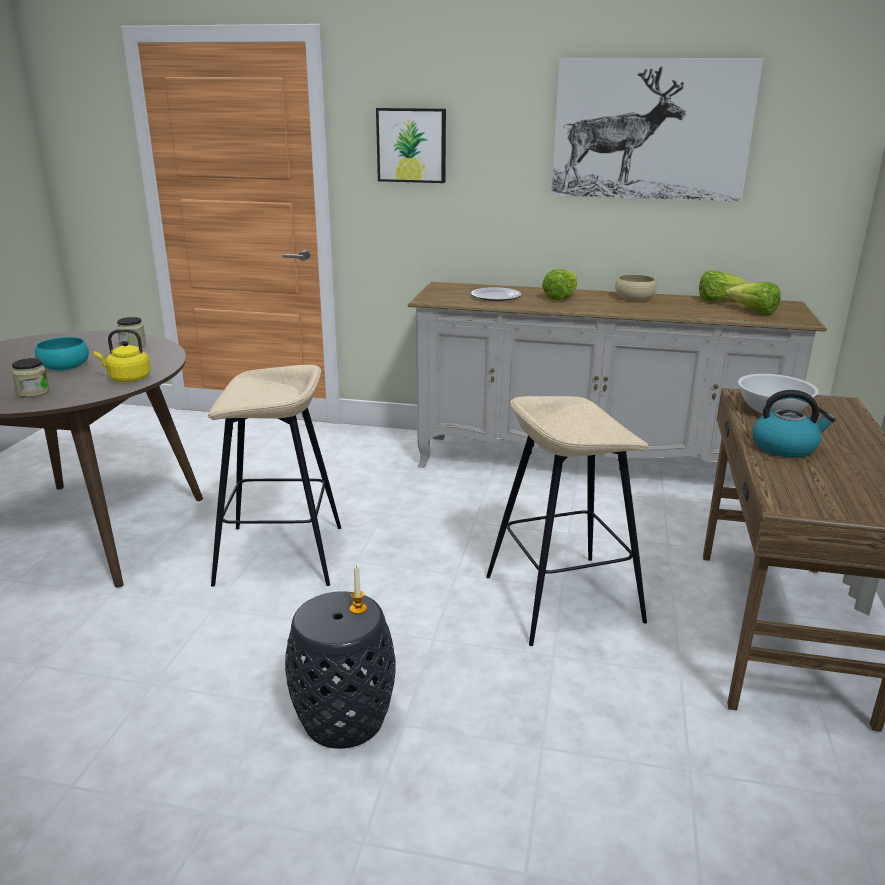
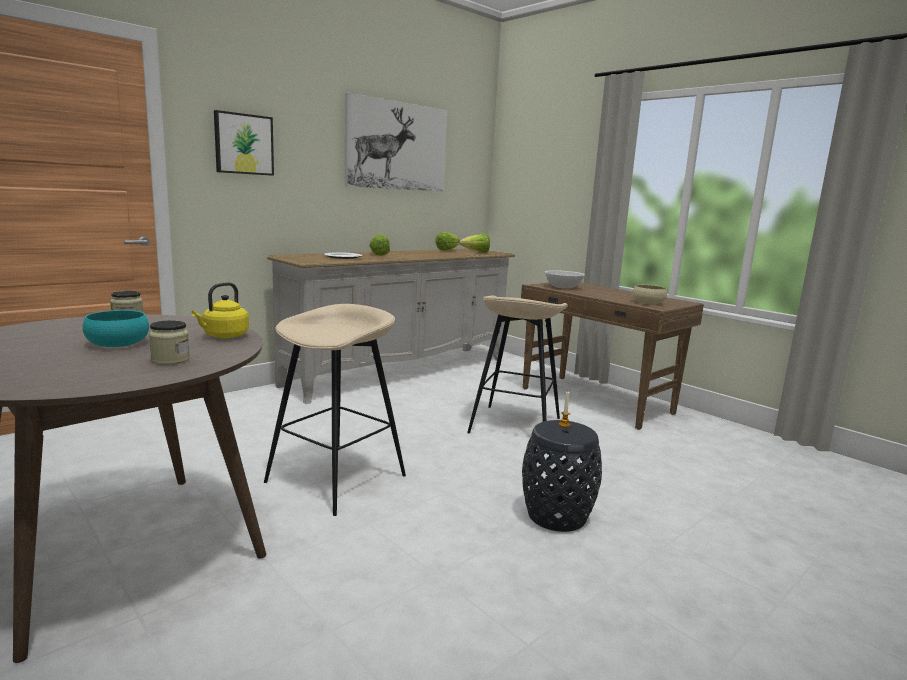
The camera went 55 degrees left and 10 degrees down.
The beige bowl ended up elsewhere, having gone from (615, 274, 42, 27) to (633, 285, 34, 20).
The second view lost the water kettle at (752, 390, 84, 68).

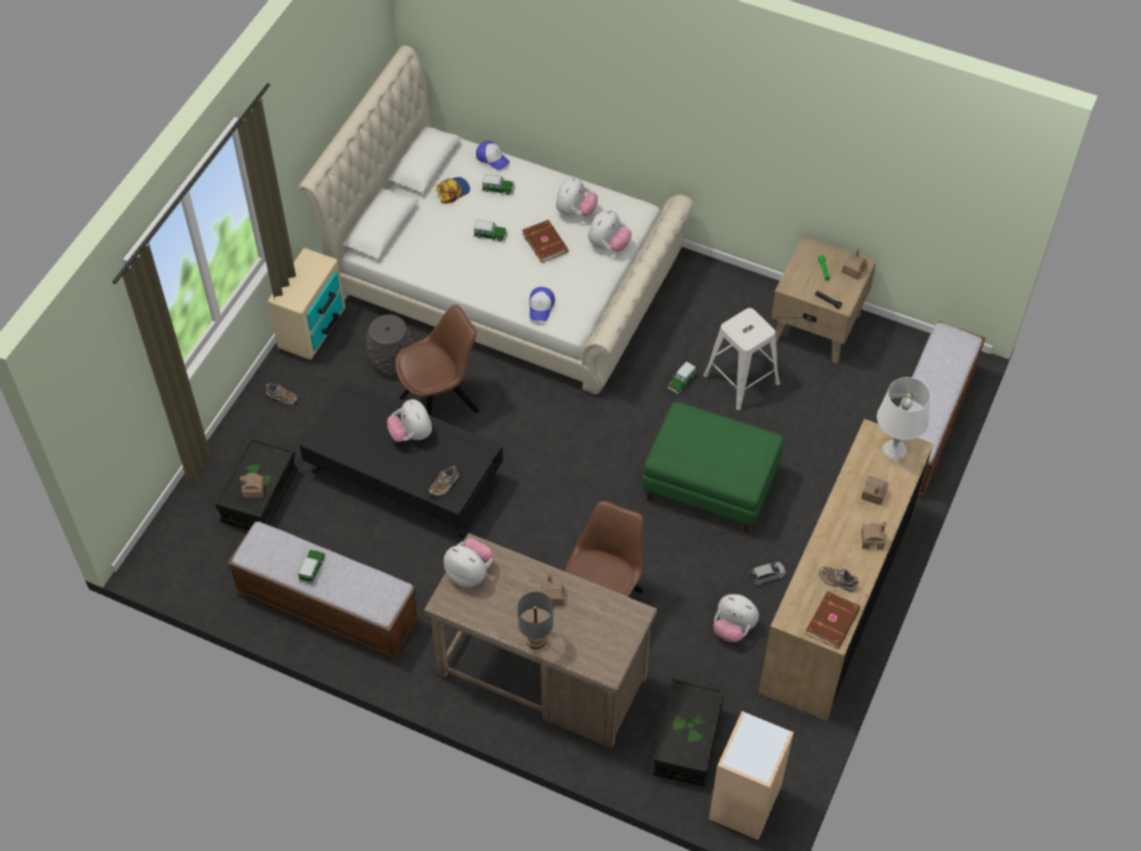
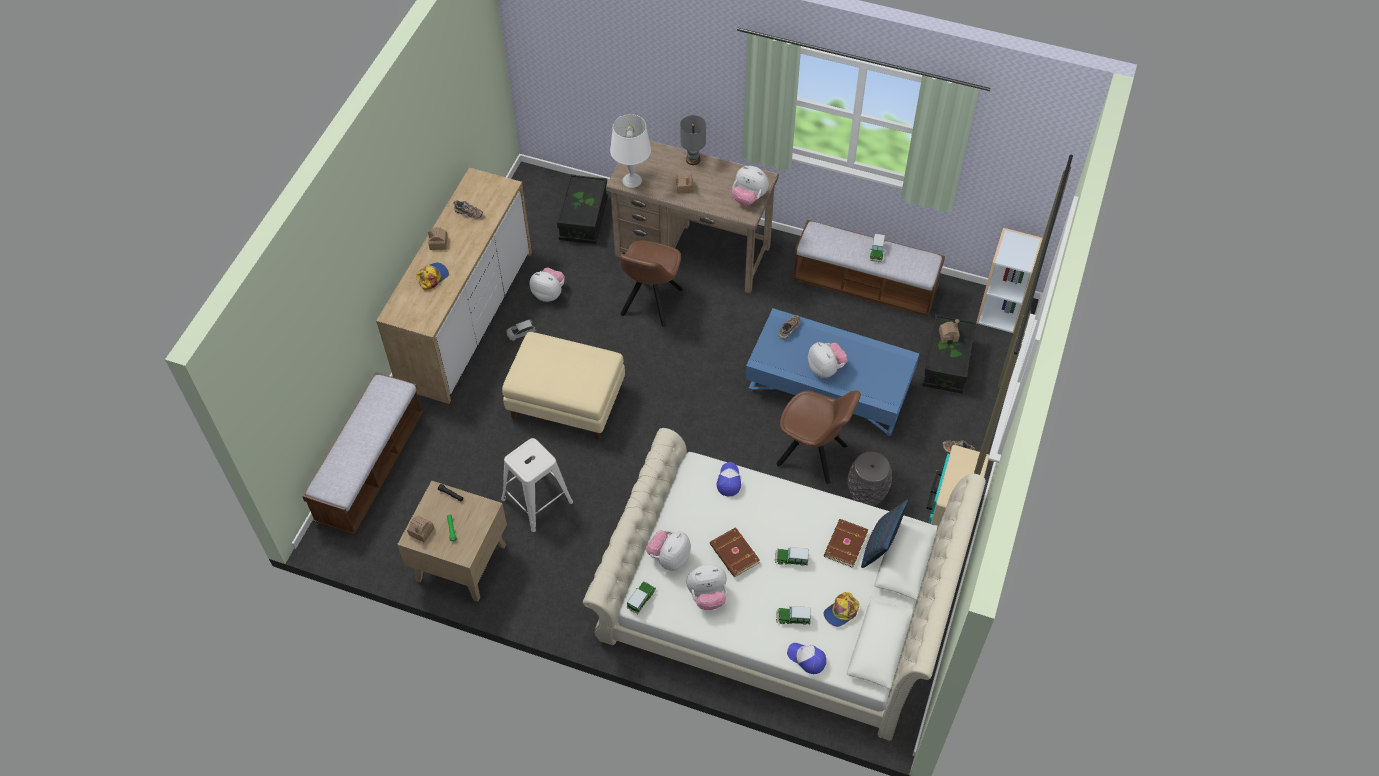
The camera went 175 degrees right and 0 degrees up.
What was the black-coloured coffee table at (300, 380, 203, 158) turned into the bluish coffee table at (745, 308, 174, 128).
The brownish plain chair at (395, 305, 84, 111) ended up facing another way, 120 degrees counterclockwise from before.
The soft toy at (556, 176, 42, 40) ended up facing another way, 120 degrees counterclockwise from before.
What was the greenish pouffe at (642, 402, 142, 131) turned into the beige pouffe at (502, 332, 123, 108).
The toy car ended up elsewhere, having gone from (667, 361, 29, 33) to (627, 582, 29, 32).
The bookshelf ended up elsewhere, having gone from (709, 711, 85, 129) to (976, 228, 67, 105).
The brownish book ended up elsewhere, having gone from (805, 591, 55, 58) to (824, 519, 44, 49).
Where the toy house stood at (861, 476, 27, 29), the peaked cap came to stand at (416, 262, 33, 28).
The white-coloured lamp for a table ended up elsewhere, having gone from (877, 377, 54, 83) to (610, 114, 41, 74).
The second view gained the bluish throw pillow at (861, 500, 48, 68).

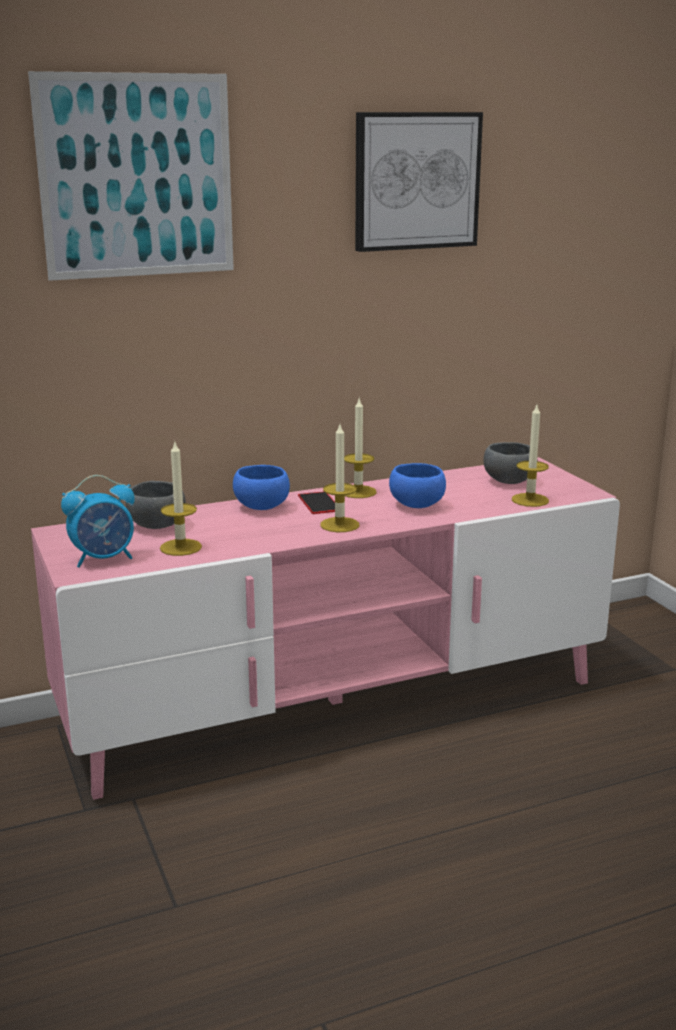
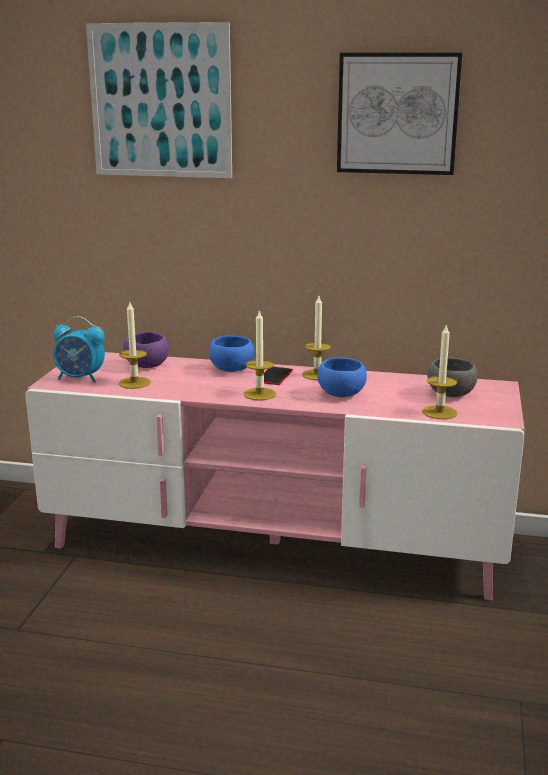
The camera went 35 degrees right and 0 degrees up.
What was the grey bowl at (126, 481, 60, 48) turned into the purple-coloured bowl at (123, 332, 46, 36).

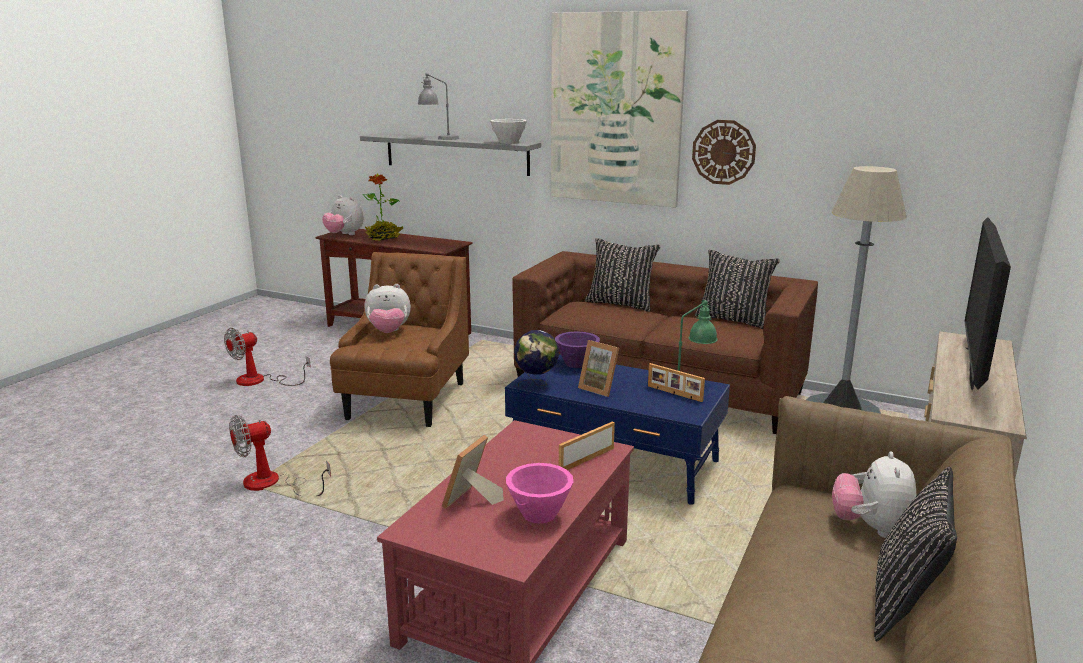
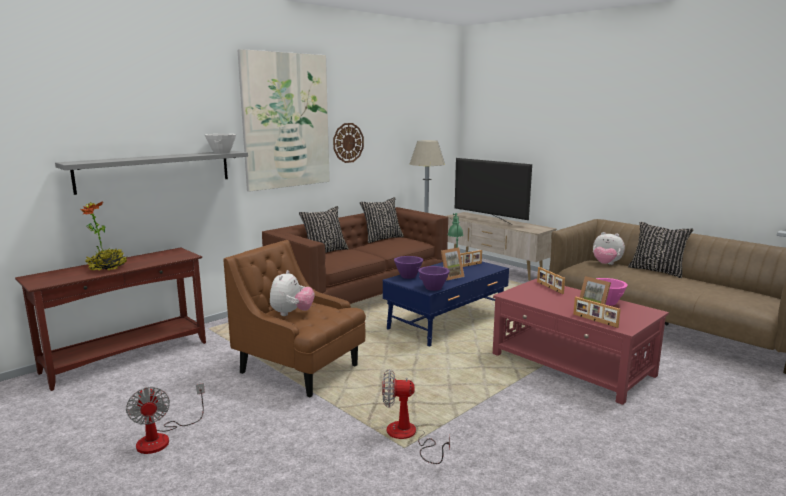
The camera went 70 degrees left and 5 degrees down.
The cooling fan at (229, 415, 102, 81) ended up facing another way, 105 degrees clockwise from before.
The second view lost the soft toy at (322, 195, 42, 40).
The second view lost the grey lamp for a table at (418, 73, 41, 67).
Where the globe stood at (514, 330, 45, 56), the purple-coloured bowl came to stand at (418, 266, 32, 25).
The second view gained the photo frame at (573, 297, 48, 31).

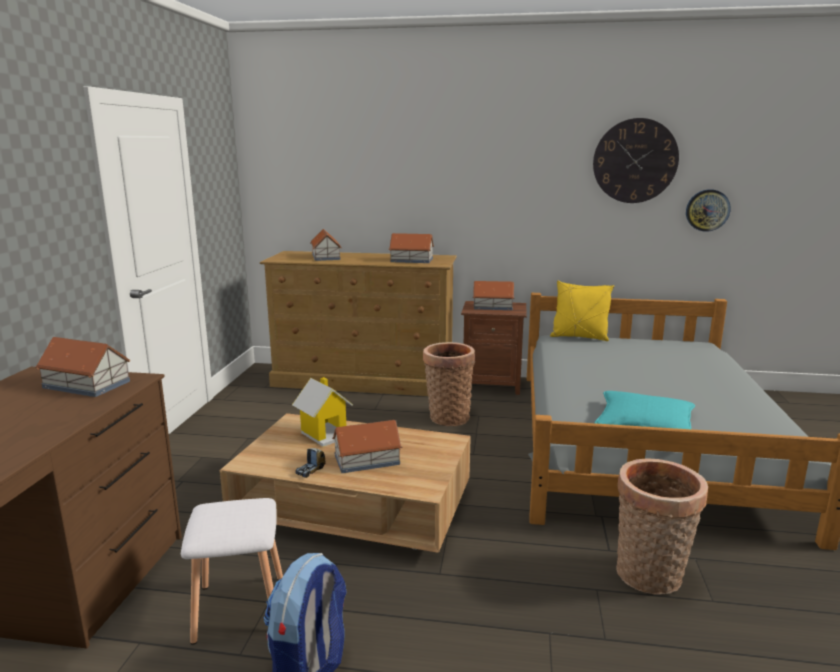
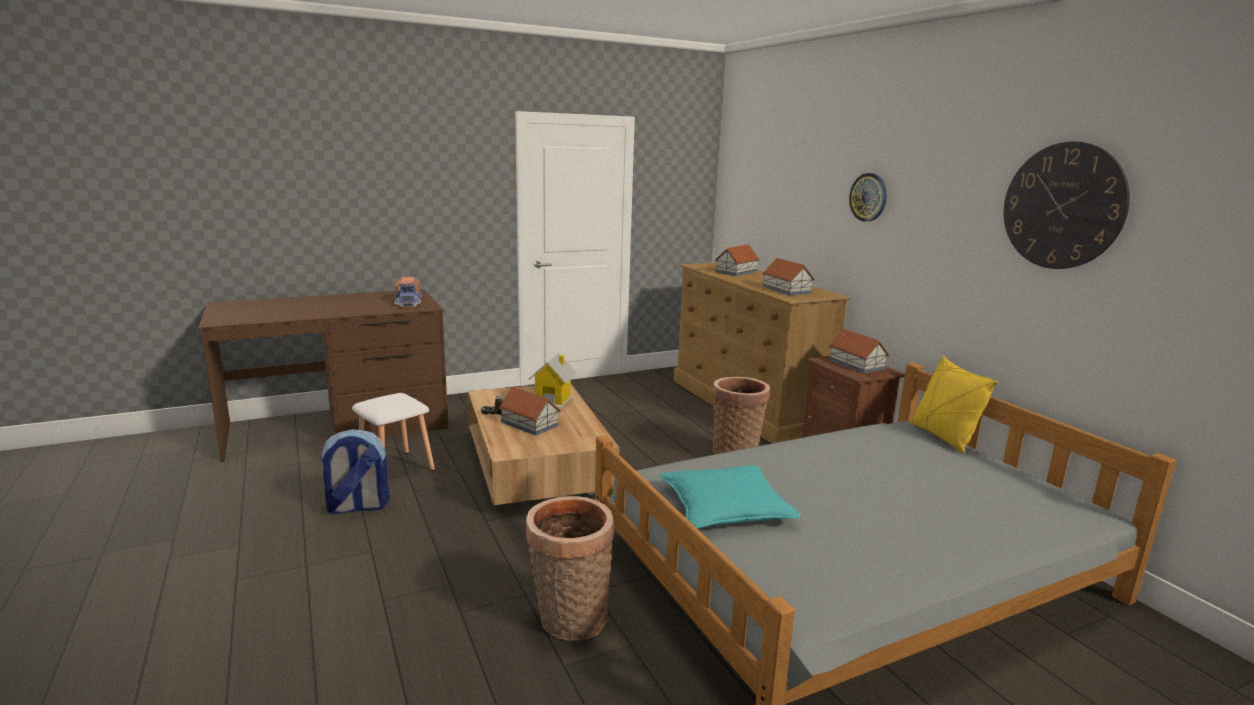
The camera went 55 degrees right and 0 degrees up.
Where the toy house stood at (35, 337, 95, 60), the toy truck came to stand at (395, 277, 27, 30).
The wall clock ended up elsewhere, having gone from (686, 189, 45, 43) to (849, 173, 38, 49).

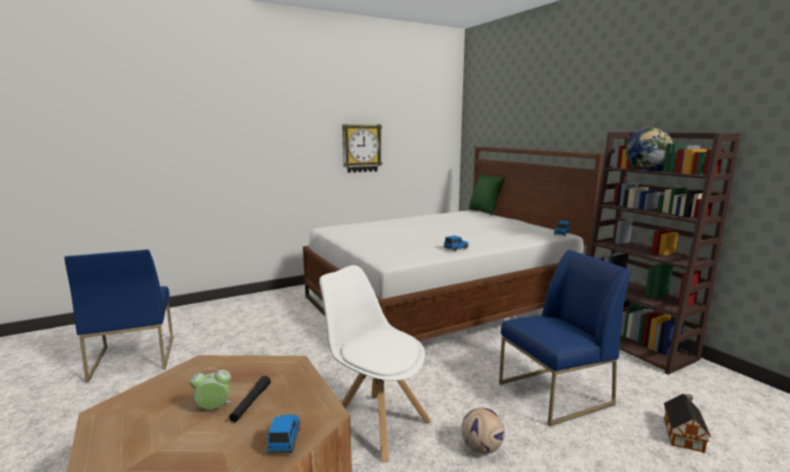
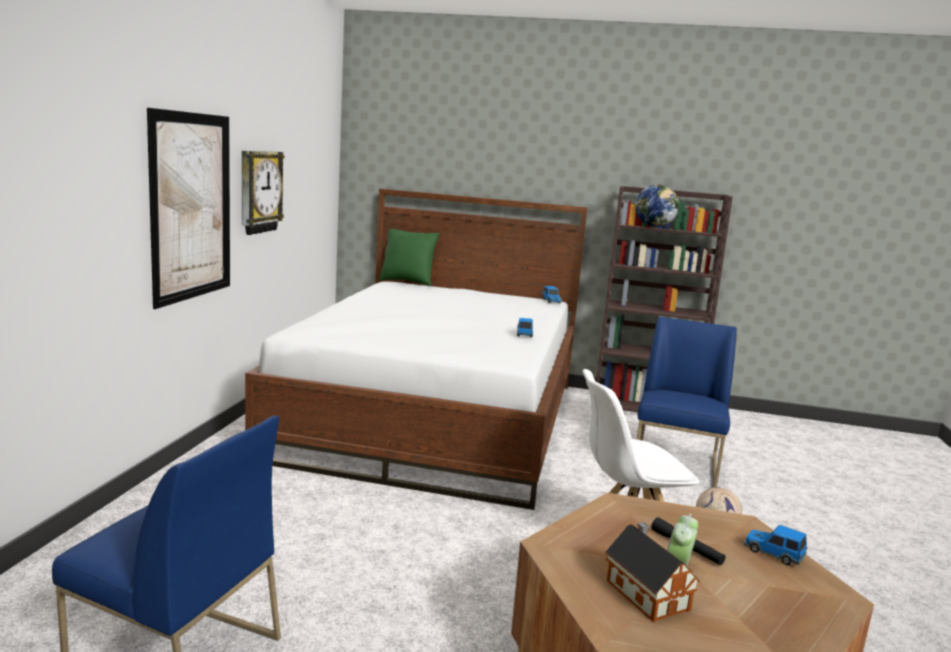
The camera went 50 degrees left and 0 degrees up.
The toy house ended up elsewhere, having gone from (664, 394, 47, 59) to (605, 522, 95, 100).
The second view gained the wall picture at (147, 108, 83, 201).

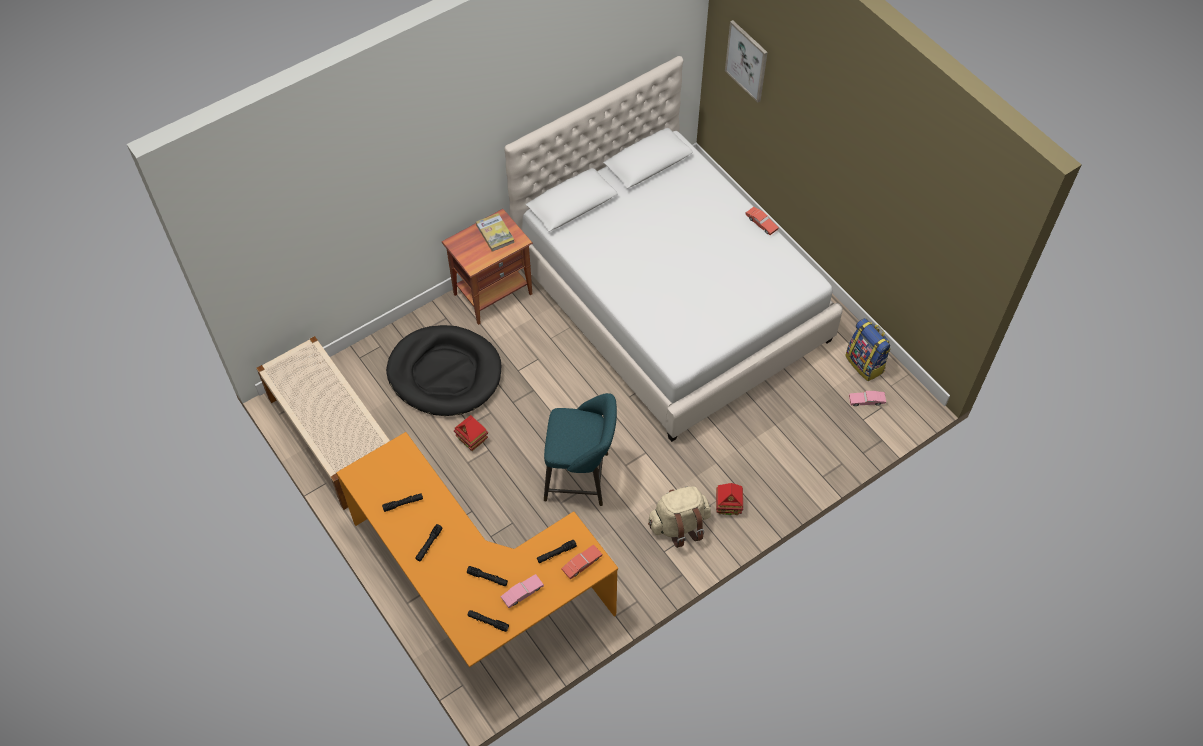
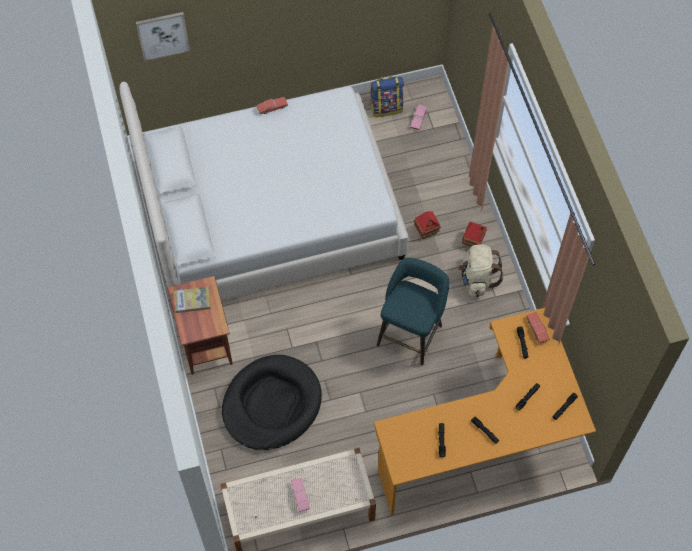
The camera went 70 degrees left and 5 degrees up.
The toy house ended up elsewhere, having gone from (454, 415, 34, 36) to (414, 211, 27, 28).
The pink-coloured toy car ended up elsewhere, having gone from (501, 574, 43, 34) to (291, 477, 19, 35).

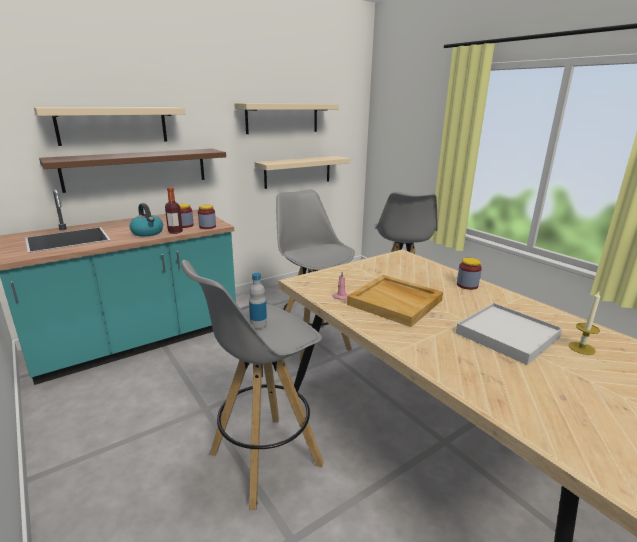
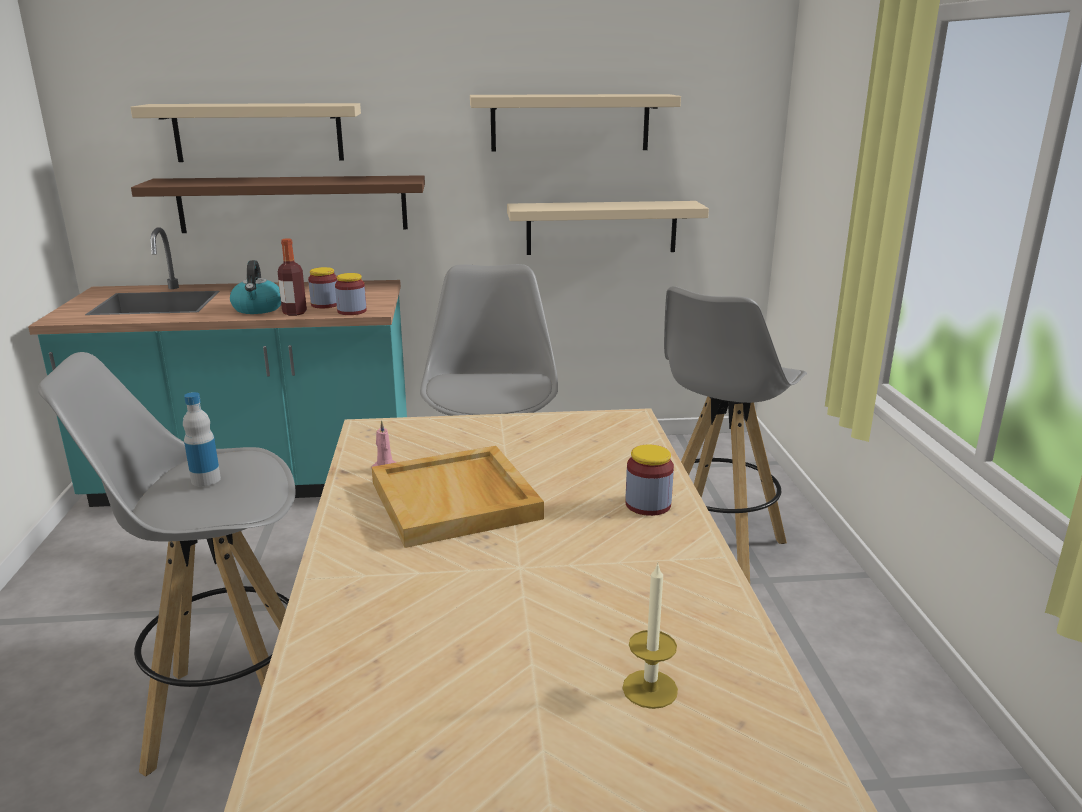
The camera went 30 degrees right and 0 degrees up.
The second view lost the white-coloured serving tray at (456, 303, 106, 62).

